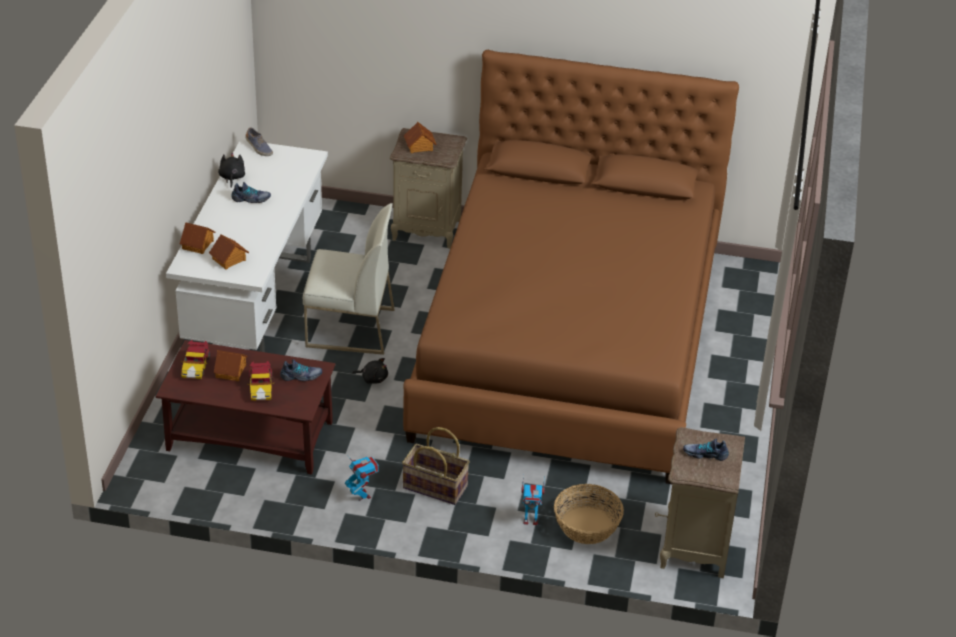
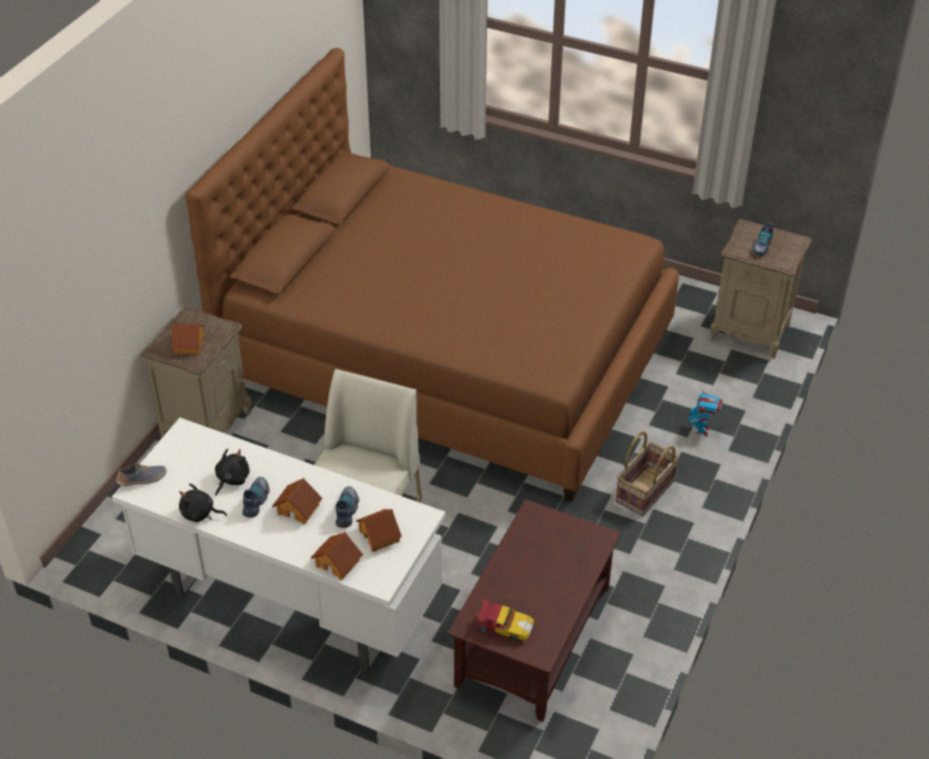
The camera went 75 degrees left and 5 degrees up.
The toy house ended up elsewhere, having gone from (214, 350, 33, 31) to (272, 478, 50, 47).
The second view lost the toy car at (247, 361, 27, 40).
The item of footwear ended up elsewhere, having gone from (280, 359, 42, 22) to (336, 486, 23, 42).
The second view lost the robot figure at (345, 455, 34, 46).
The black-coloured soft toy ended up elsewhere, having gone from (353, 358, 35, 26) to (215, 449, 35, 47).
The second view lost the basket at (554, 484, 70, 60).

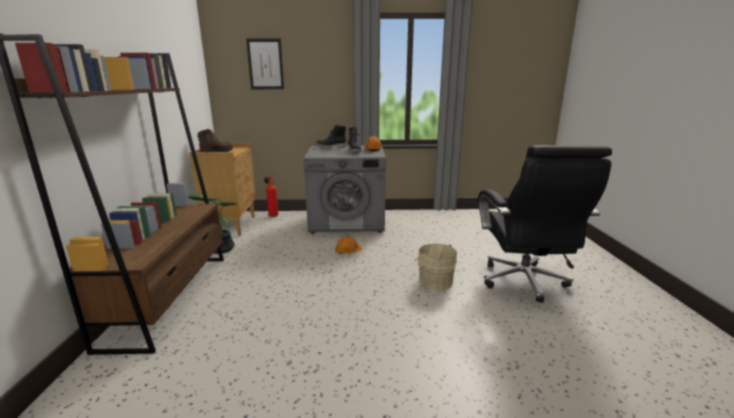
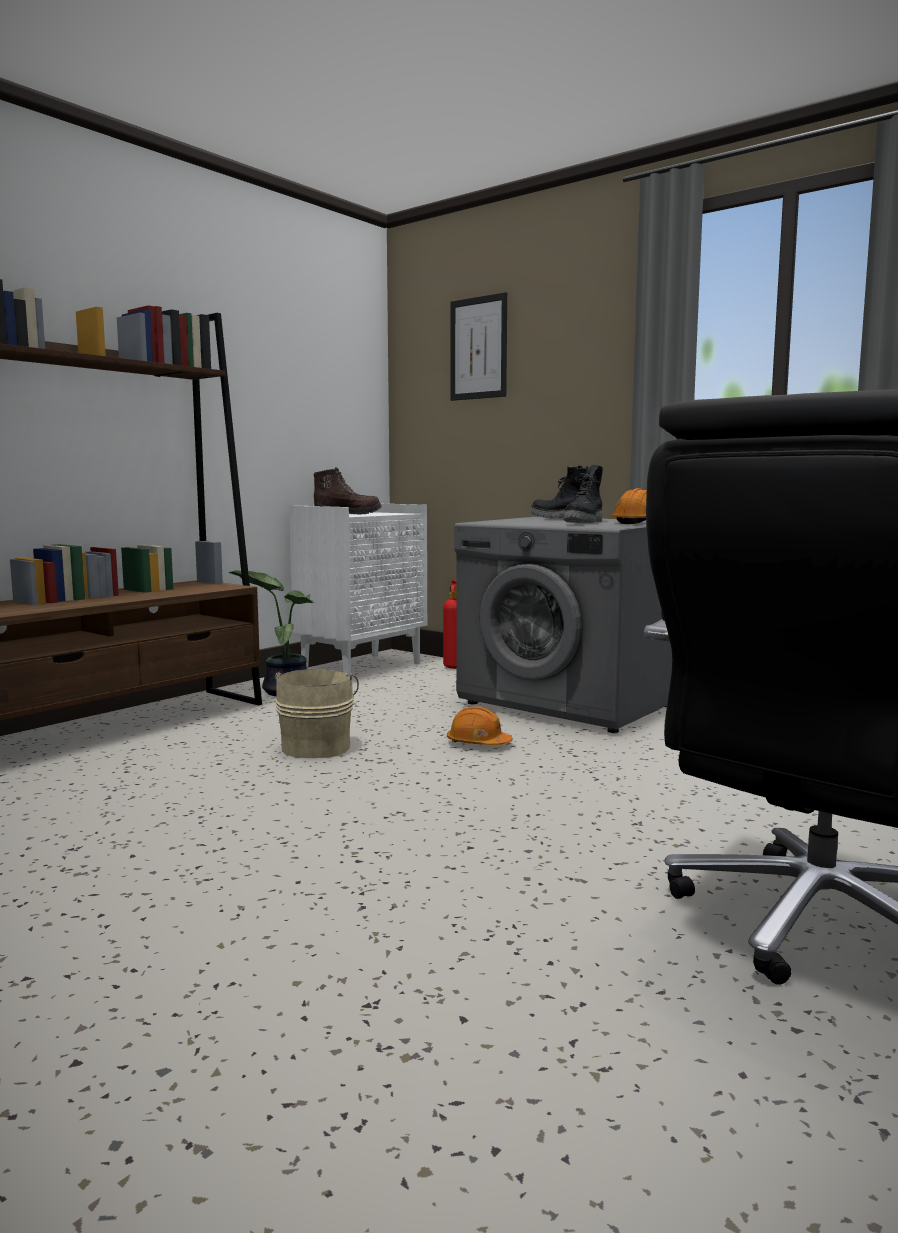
The camera went 40 degrees right and 10 degrees down.
What was the brownish cabinet at (189, 142, 67, 94) turned into the white-coloured cabinet at (289, 504, 138, 170).
The beige bucket ended up elsewhere, having gone from (414, 244, 43, 47) to (275, 669, 84, 89).

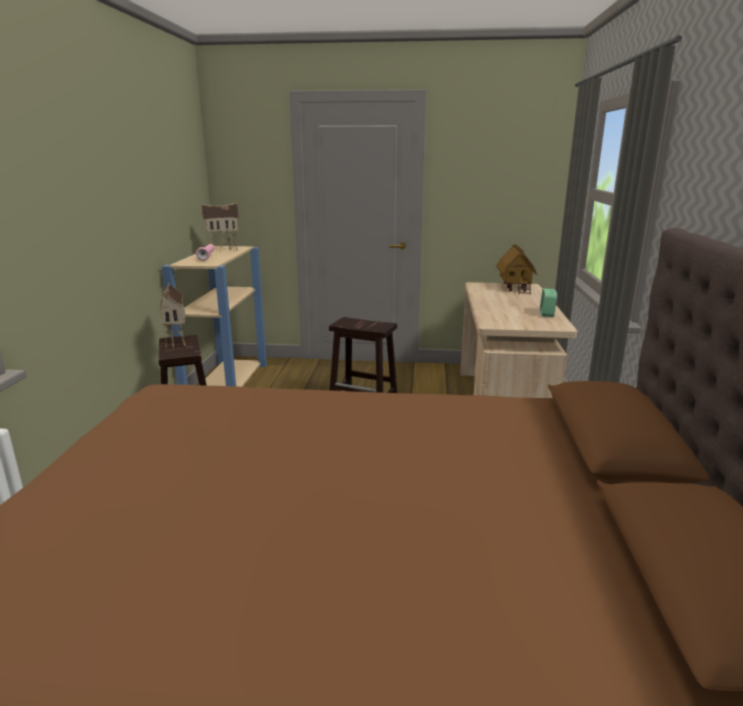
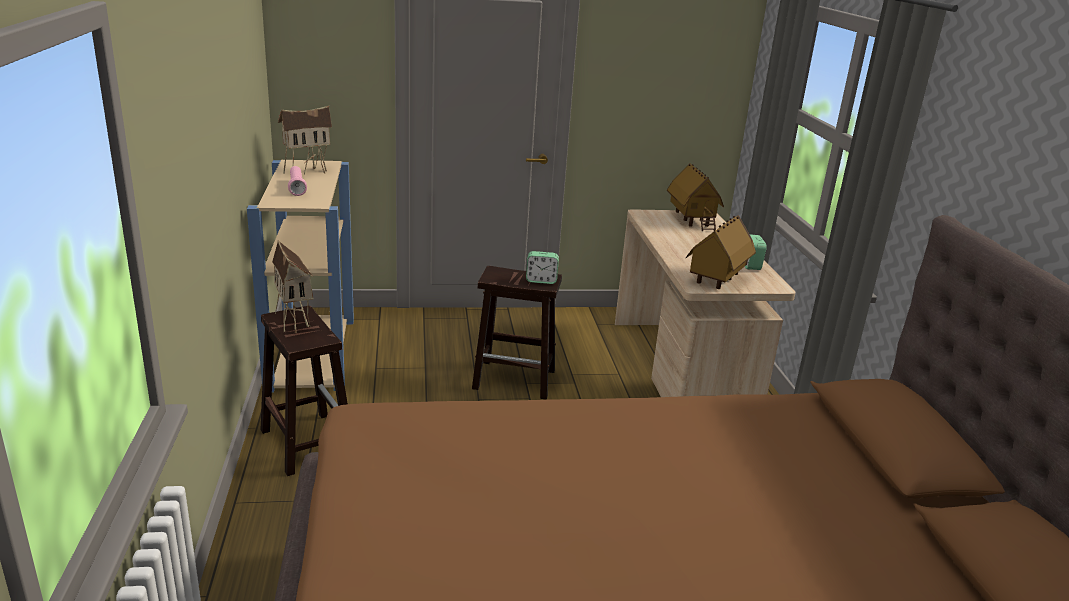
The camera went 15 degrees left and 5 degrees up.
The second view gained the bedside clock at (526, 251, 33, 33).
The second view gained the toy house at (686, 215, 70, 74).

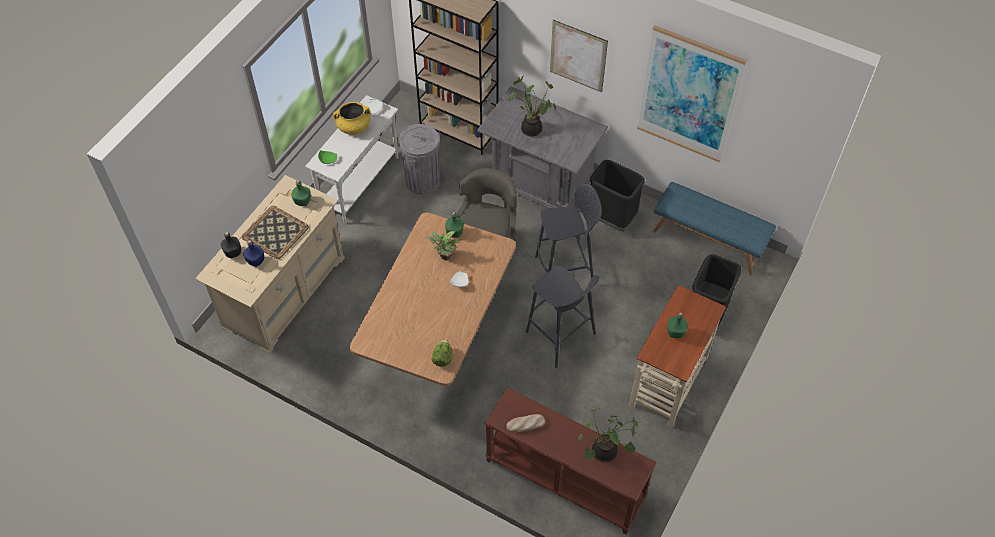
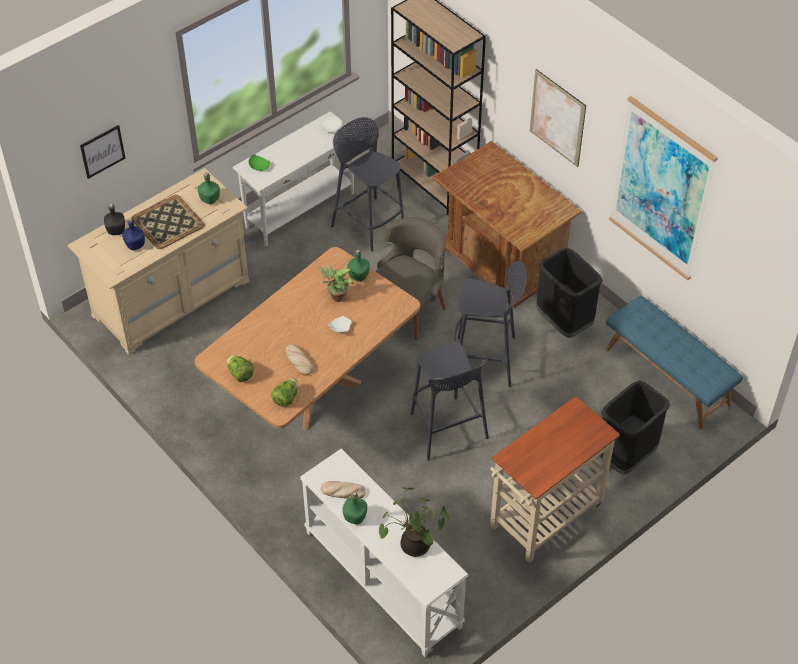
The camera went 20 degrees right and 5 degrees down.
The second view lost the yellow-coloured saucepot at (333, 102, 38, 33).
Where the grey waste bin stood at (399, 124, 41, 71), the grey sitting stool came to stand at (331, 117, 73, 135).
What was the grey cabinet at (477, 86, 131, 123) turned into the brownish cabinet at (432, 141, 150, 167).
What was the brownish hall table at (484, 387, 173, 147) turned into the white-coloured hall table at (300, 449, 168, 208).
The second view lost the plant in a pot at (509, 76, 47, 61).
The greenish drink bottle ended up elsewhere, having gone from (668, 312, 19, 26) to (342, 492, 25, 33).
The second view gained the wall picture at (80, 125, 46, 54).
The second view gained the lettuce at (227, 355, 27, 27).
The second view gained the bakery bread at (285, 344, 28, 32).

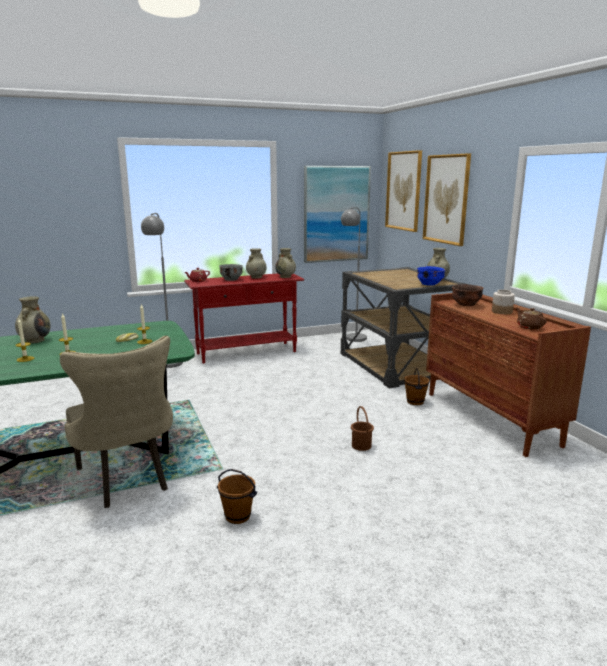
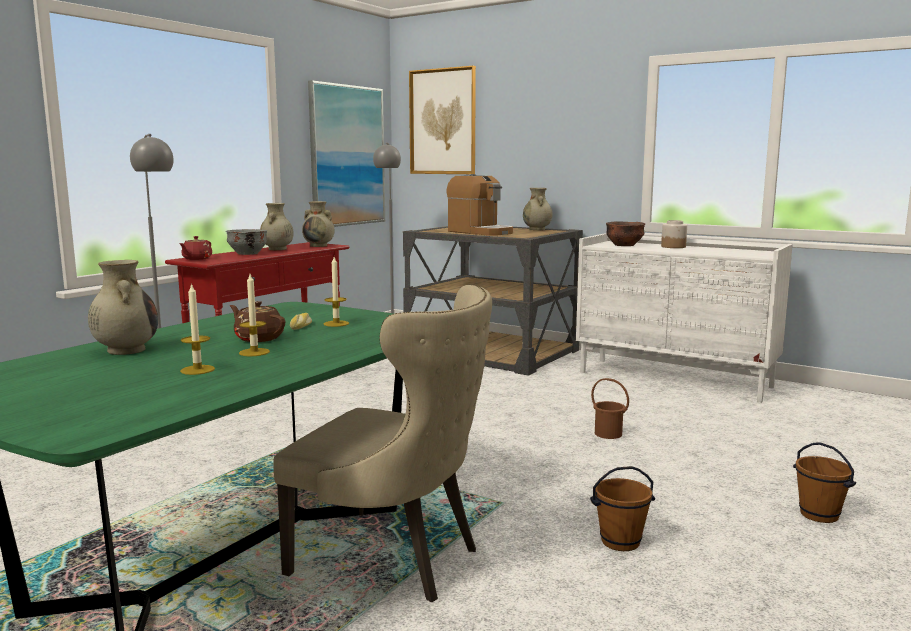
The camera went 35 degrees left and 5 degrees down.
The brownish bucket ended up elsewhere, having gone from (404, 368, 25, 37) to (793, 442, 63, 81).
The second view lost the bluish bowl at (417, 266, 28, 20).
The second view lost the wall picture at (423, 153, 48, 93).
What was the brownish cabinet at (426, 293, 165, 164) turned into the white-coloured cabinet at (576, 233, 217, 170).
The brownish pot for tea ended up elsewhere, having gone from (517, 308, 30, 22) to (230, 301, 56, 41).
The second view gained the coffee machine at (447, 174, 66, 62).

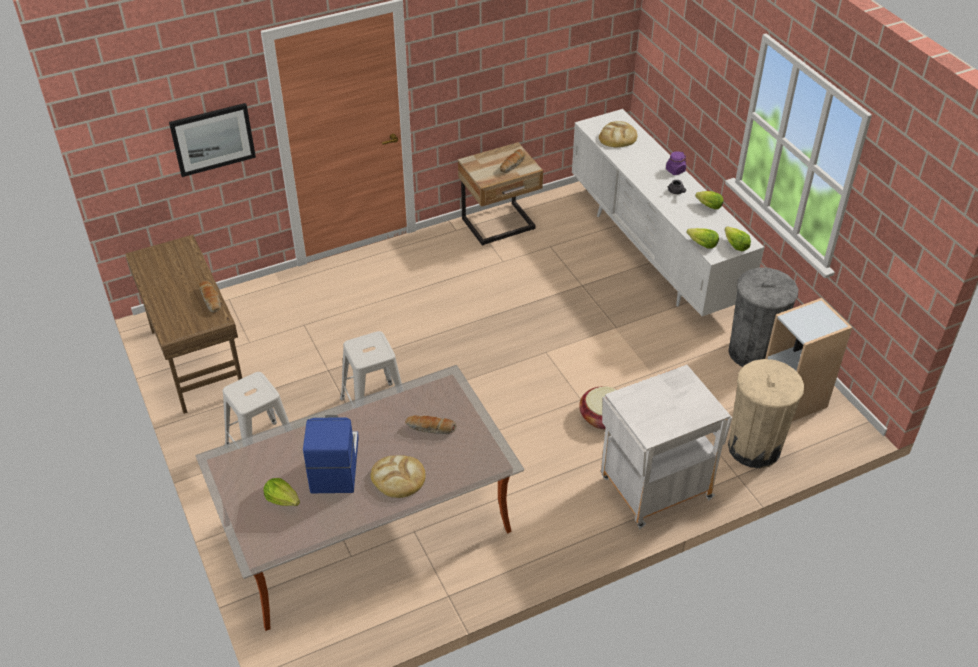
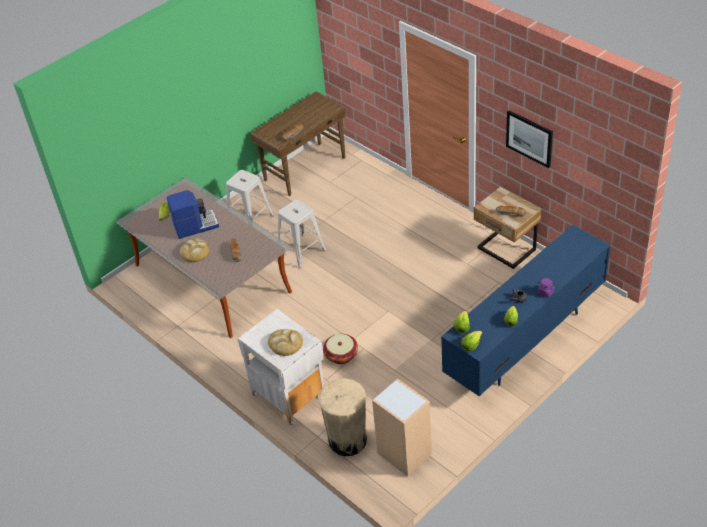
The camera went 75 degrees right and 0 degrees up.
The wall picture ended up elsewhere, having gone from (169, 103, 87, 74) to (506, 110, 47, 58).
What was the white-coloured cabinet at (572, 109, 192, 207) turned into the bluish cabinet at (441, 225, 169, 171).
The bakery bread ended up elsewhere, having gone from (599, 121, 38, 26) to (268, 329, 35, 27).
The second view lost the grey waste bin at (728, 267, 70, 100).

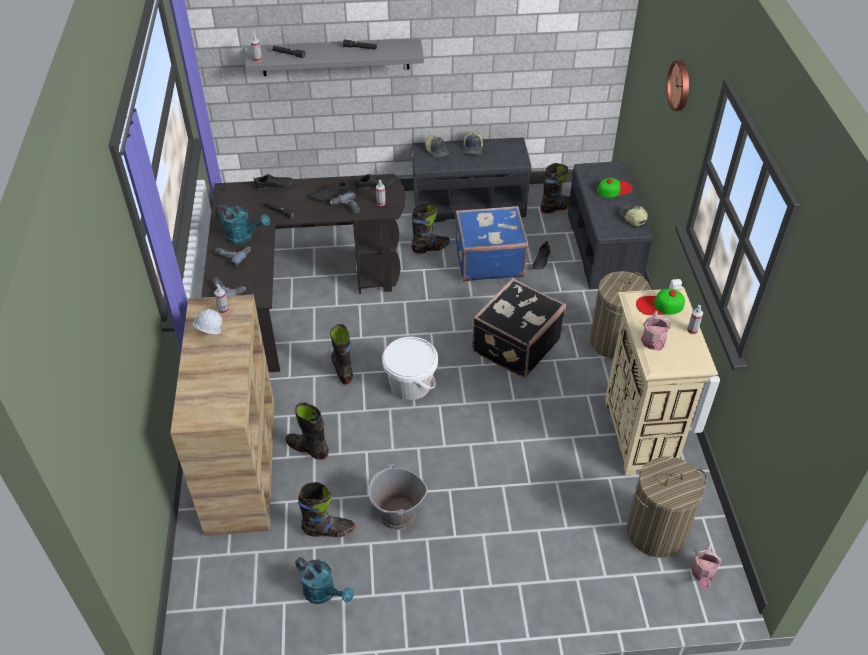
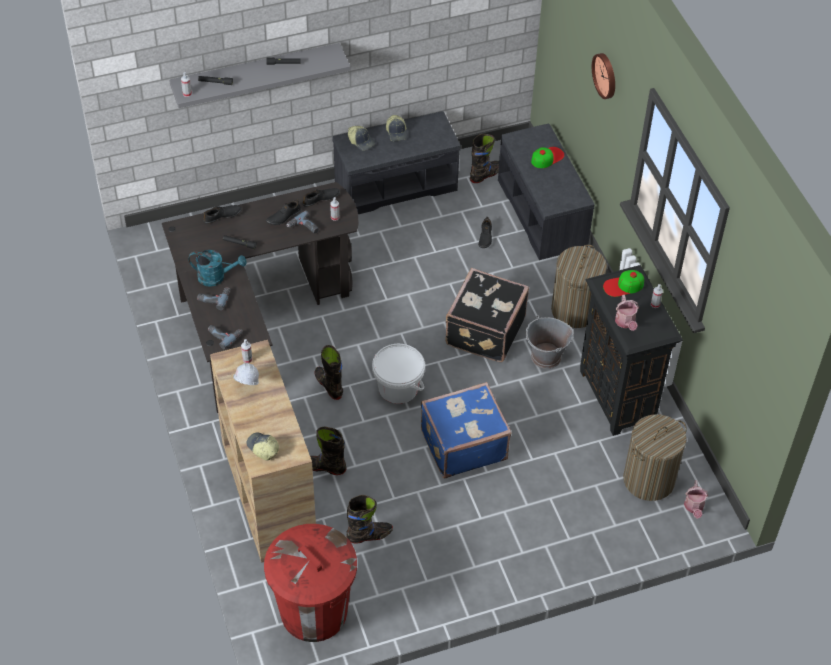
The camera went 15 degrees left and 5 degrees up.
The second view lost the blue-green watering can at (295, 557, 59, 47).
The grey bucket ended up elsewhere, having gone from (368, 464, 59, 66) to (526, 315, 48, 54).
The second view lost the black-coloured boot at (411, 202, 39, 52).
The bluish travel case ended up elsewhere, having gone from (455, 206, 74, 76) to (421, 382, 91, 96).
What was the beige cabinet at (605, 288, 113, 187) turned into the black-coloured cabinet at (580, 265, 103, 171).
The peaked cap ended up elsewhere, having gone from (619, 205, 29, 21) to (246, 433, 33, 28).
The second view gained the reddish waste bin at (264, 524, 93, 118).

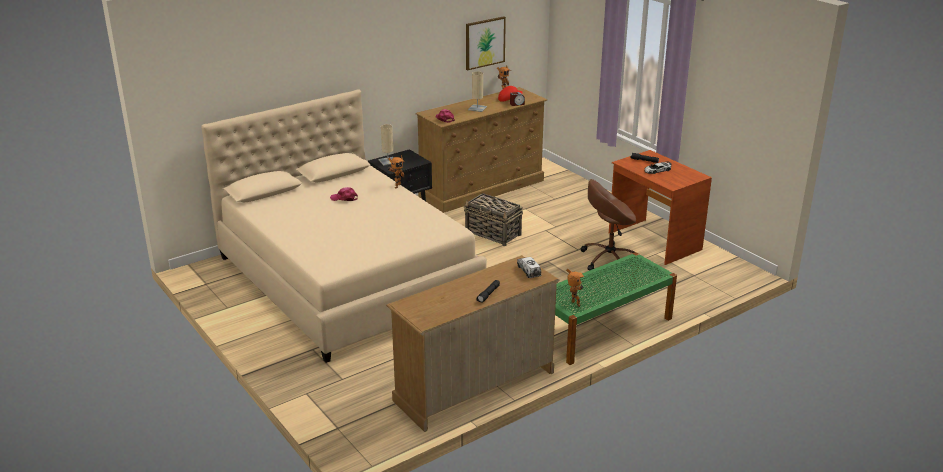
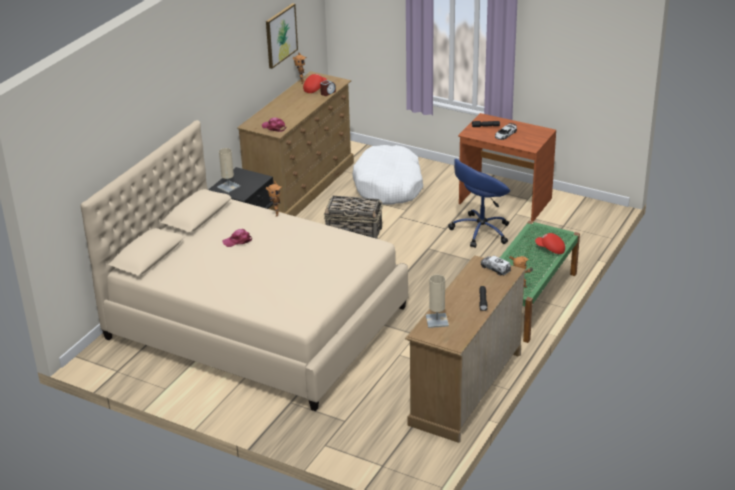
The camera went 25 degrees left and 5 degrees up.
The beige lamp for a table ended up elsewhere, having gone from (468, 72, 19, 40) to (426, 275, 23, 53).
What was the brownish office chair at (580, 179, 56, 96) turned into the bluish office chair at (448, 159, 62, 89).
The second view gained the white-coloured dog bed at (352, 145, 71, 60).
The second view gained the reddish peaked cap at (535, 233, 30, 21).

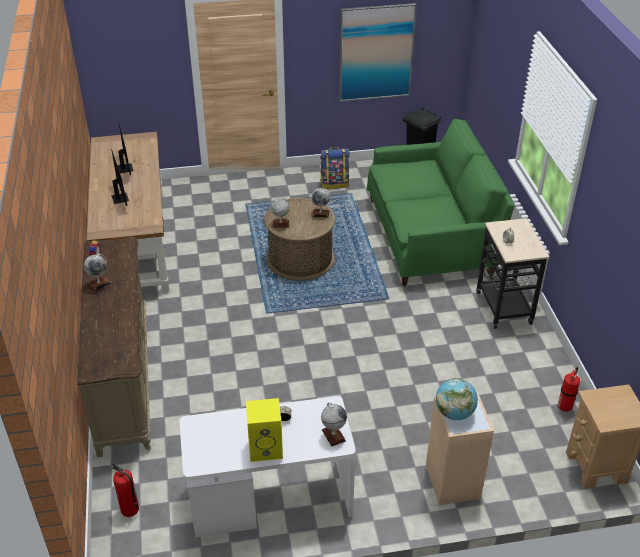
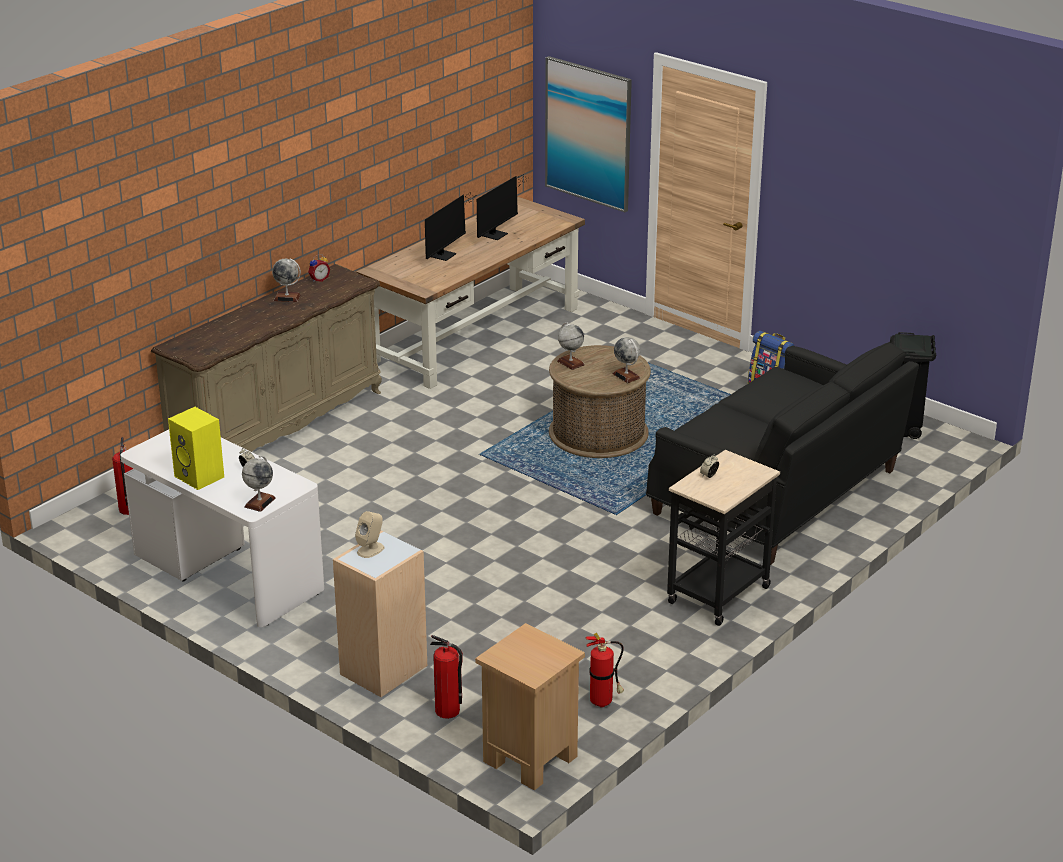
The camera went 50 degrees right and 10 degrees down.
The wall picture ended up elsewhere, having gone from (339, 3, 78, 99) to (545, 56, 87, 156).
What was the greenish couch at (367, 119, 148, 167) turned into the black-coloured couch at (646, 342, 273, 223).
Where the globe stood at (436, 378, 42, 42), the beige audio speaker came to stand at (355, 511, 29, 47).
The second view gained the fire extinguisher at (430, 635, 33, 84).

